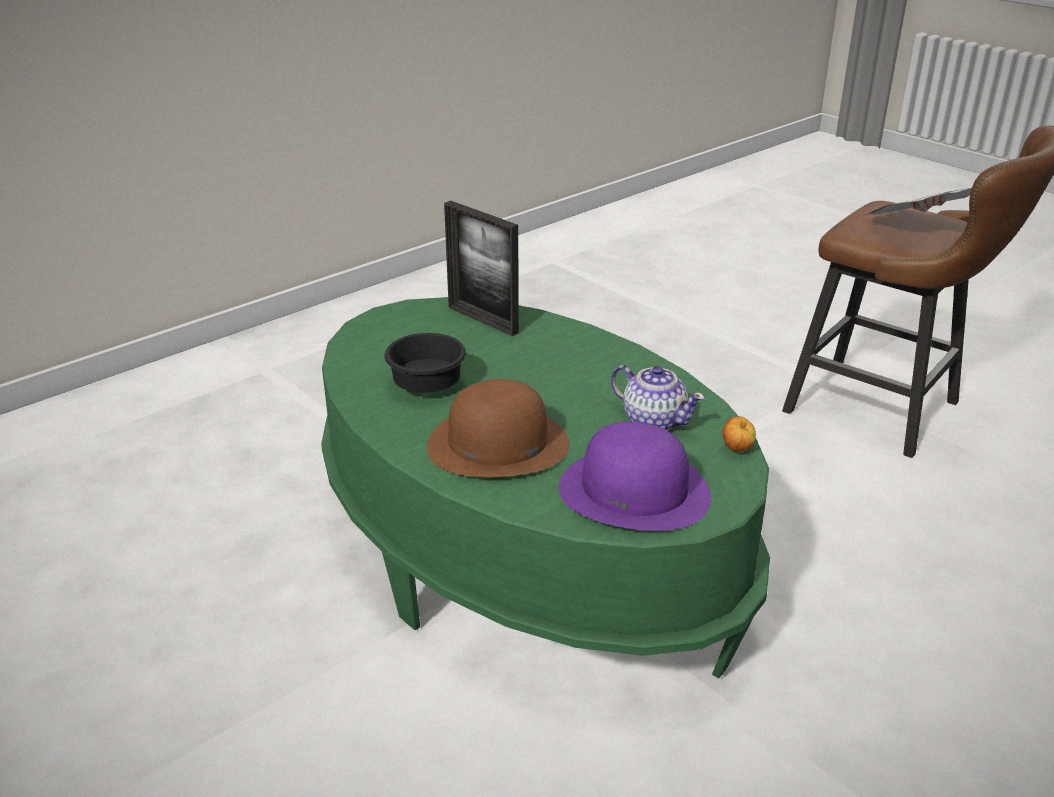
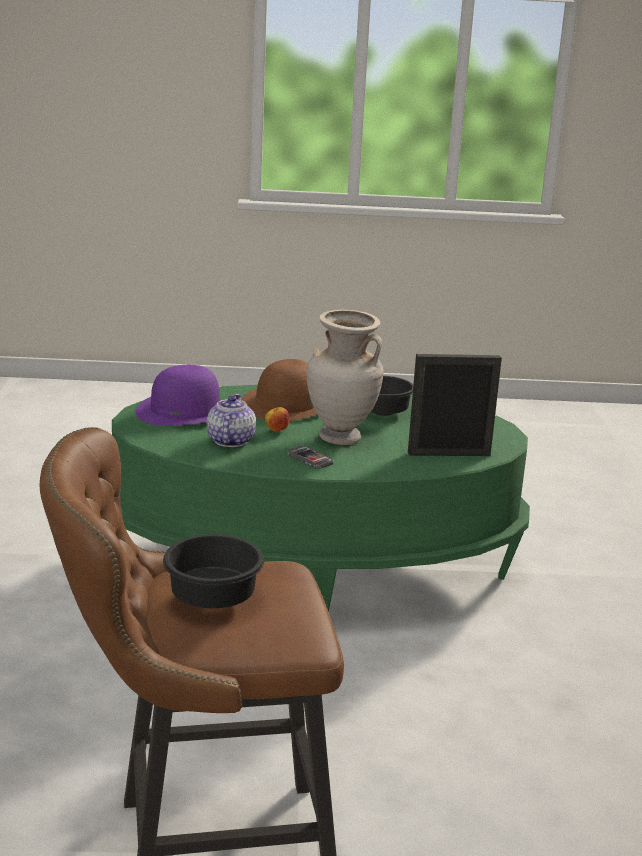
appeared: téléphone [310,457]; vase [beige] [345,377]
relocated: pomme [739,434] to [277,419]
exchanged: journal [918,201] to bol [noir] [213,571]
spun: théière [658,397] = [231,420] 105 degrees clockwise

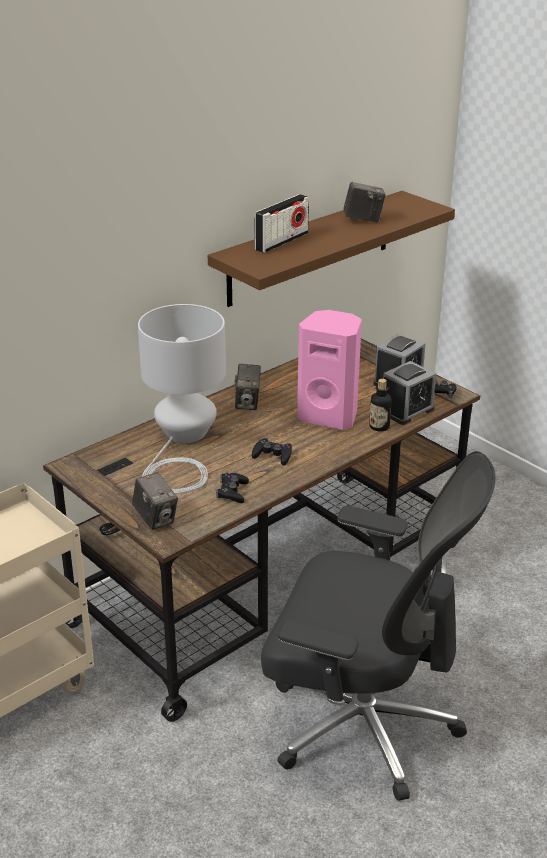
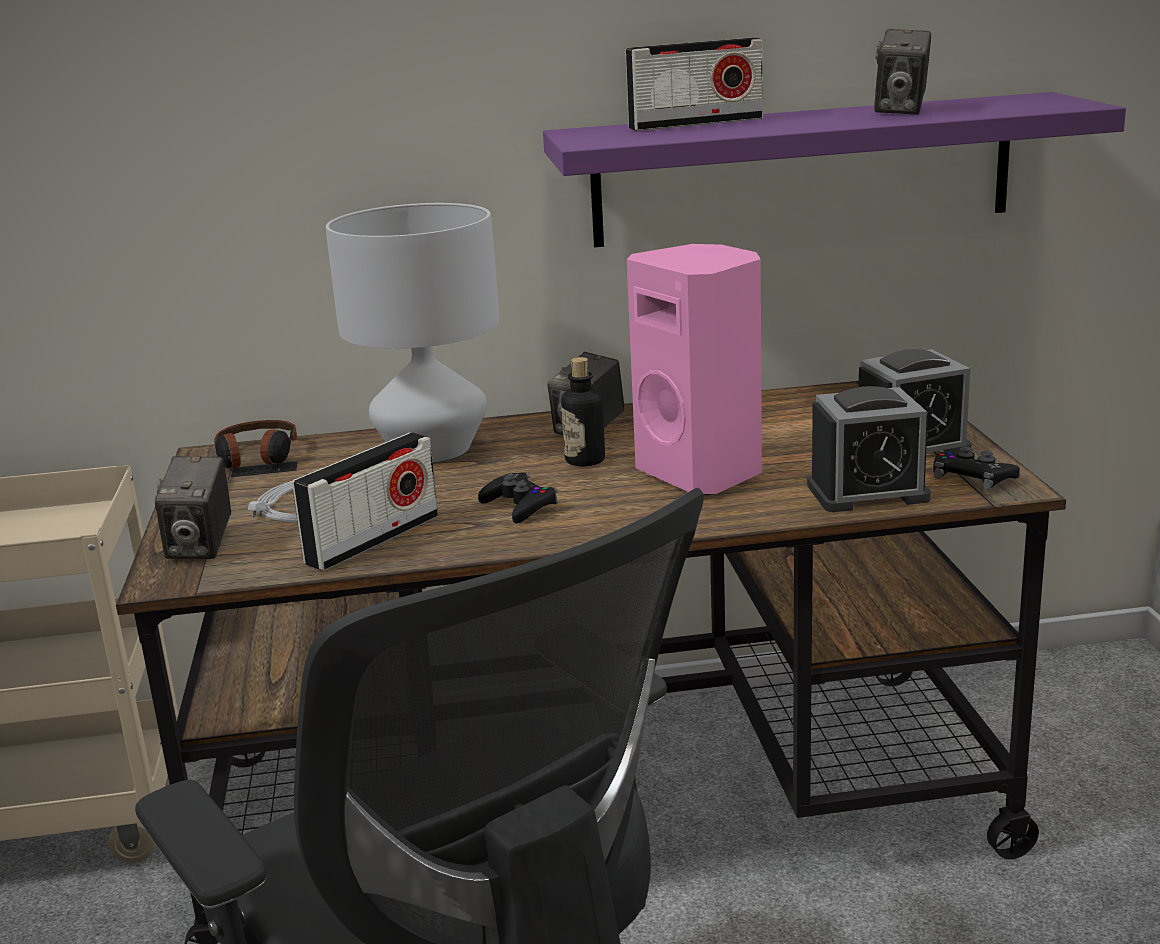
appeared: casque audio [255,444]
relocated: bouteille [380,405] to [583,411]
exchanged: manette [noir] [232,488] to radio [365,502]
colour: étagère [marron] [331,249] to étagère [violet] [834,170]
spun: appareil photo [364,202] = [902,72] 75 degrees clockwise

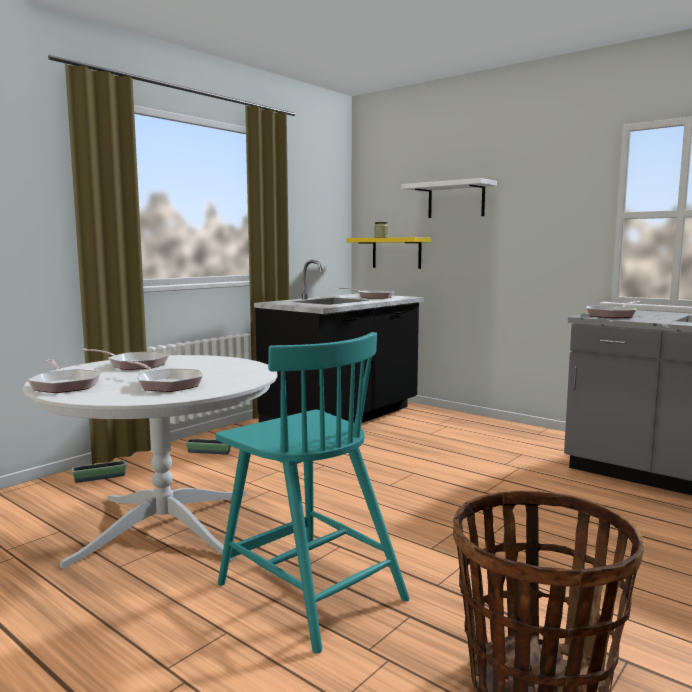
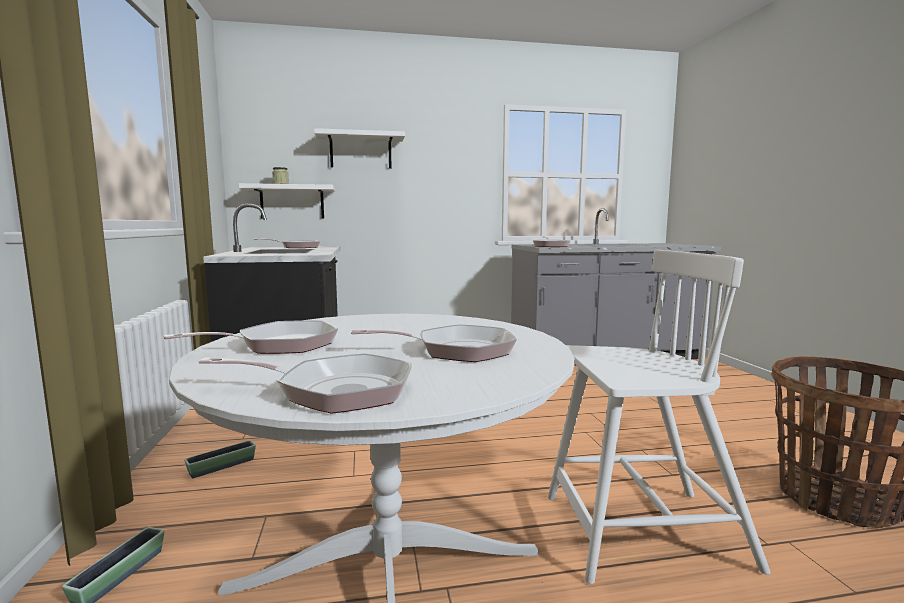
colour: chaise [turquoise] [313,493] to chaise [blanc] [659,417]; étagère [jaune] [388,253] to étagère [blanc] [287,200]

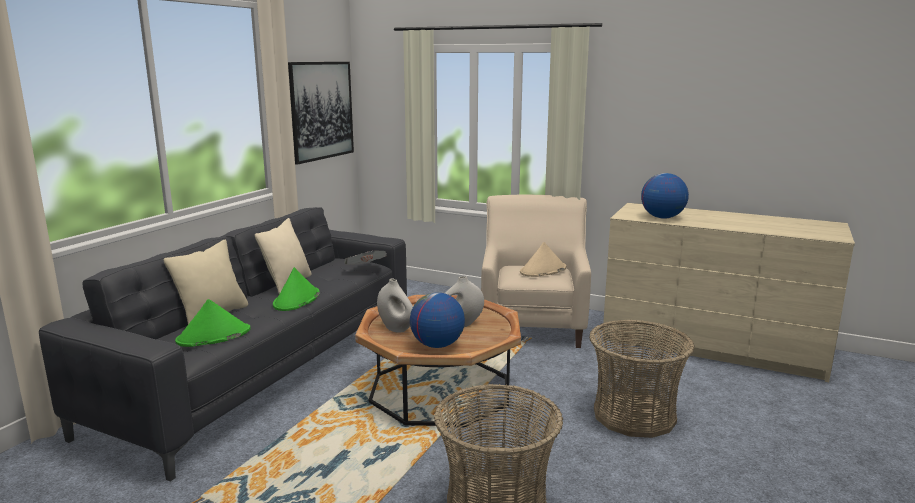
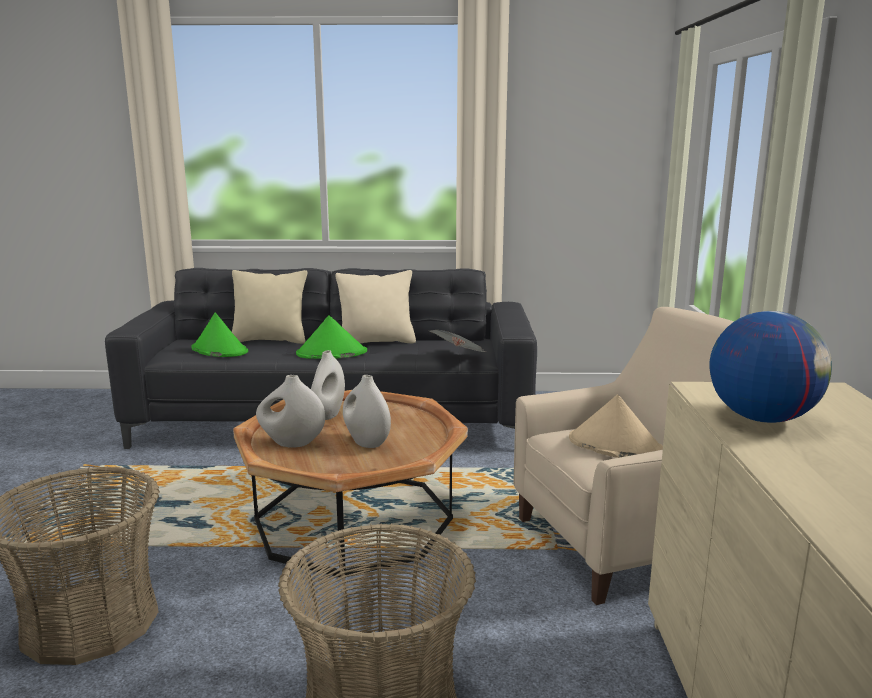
missing: tableau [321,113]
exchanged: globe [437,320] to vase [blanc] [290,411]

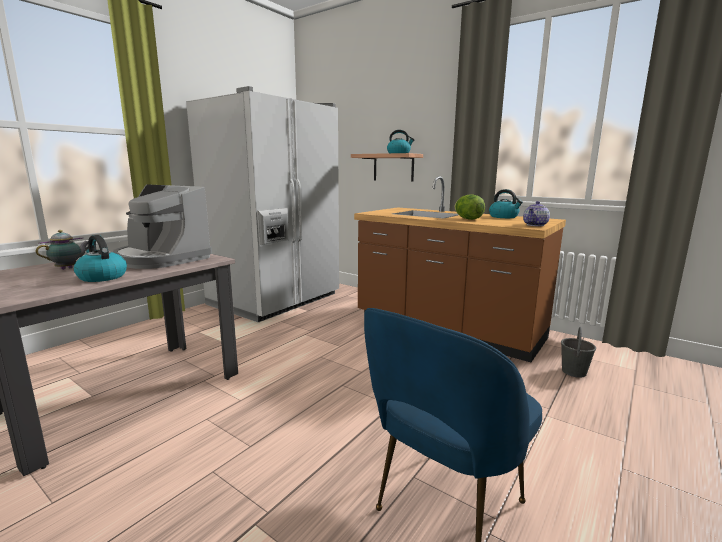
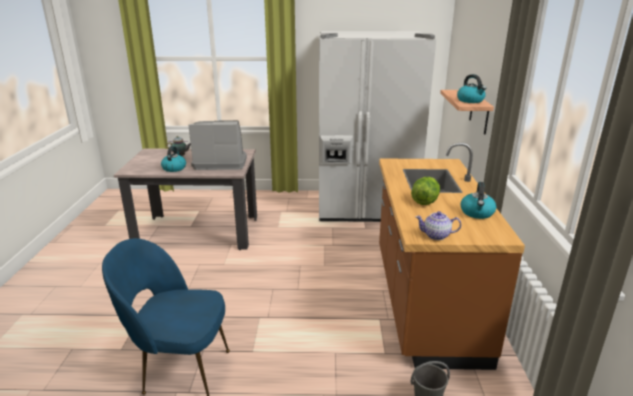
spun: machine à café [162,226] = [217,145] 90 degrees clockwise

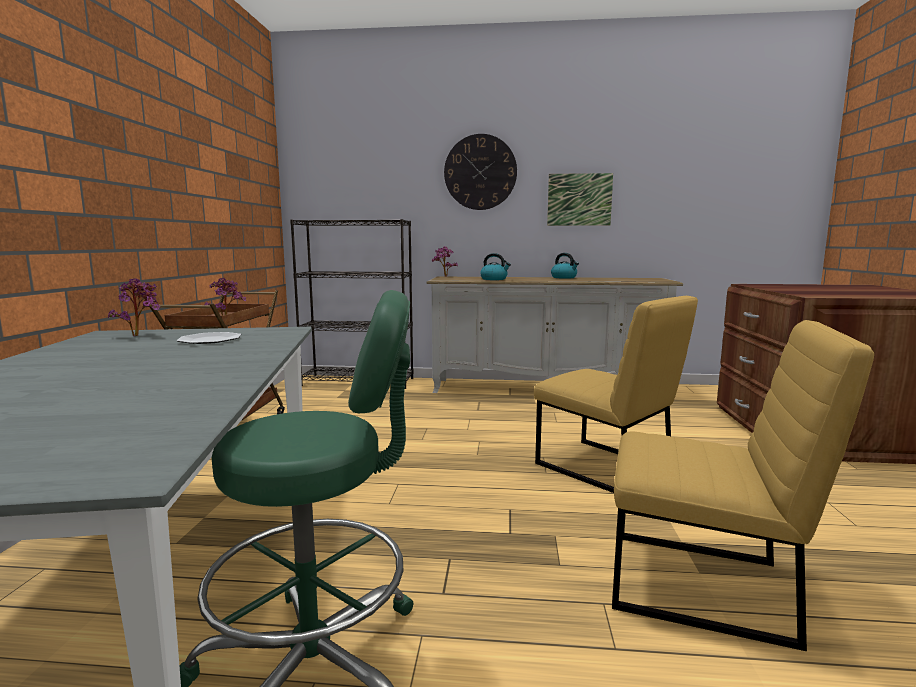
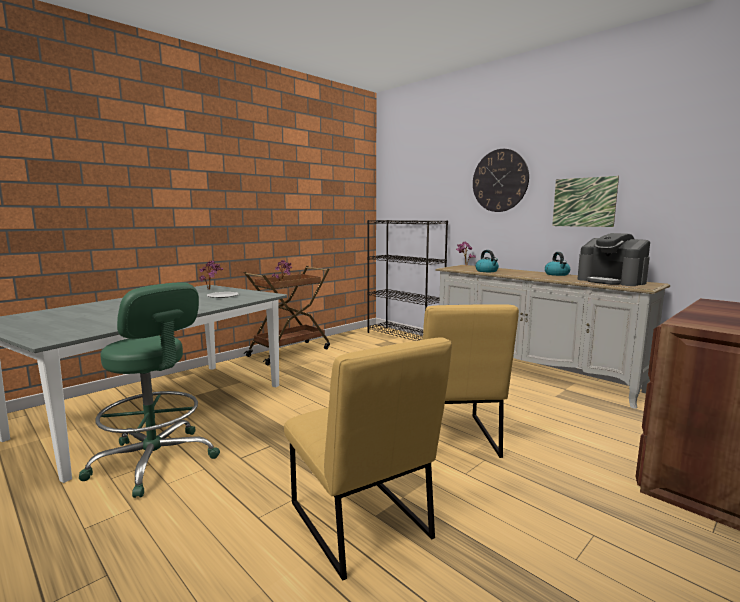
appeared: machine à café [614,259]

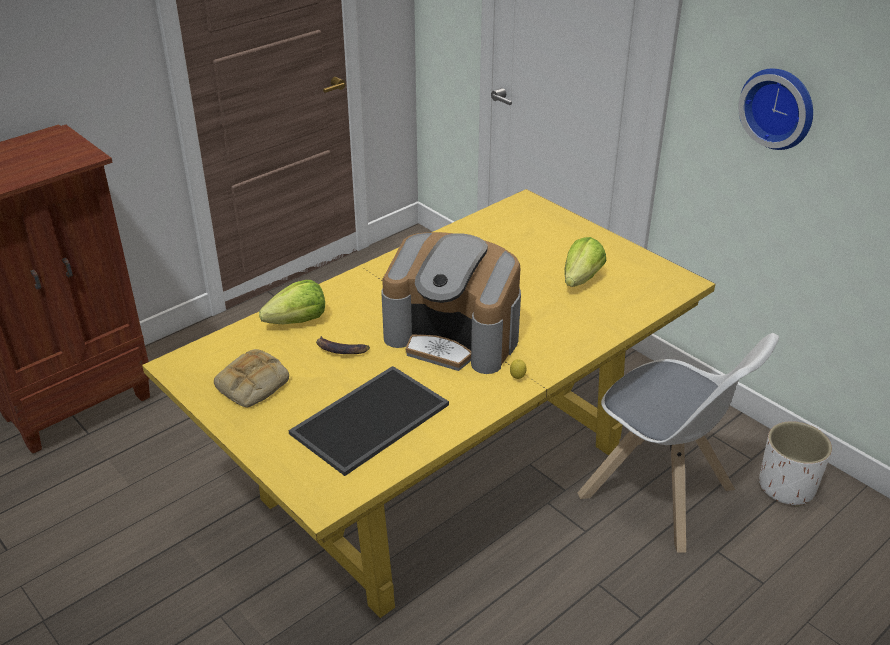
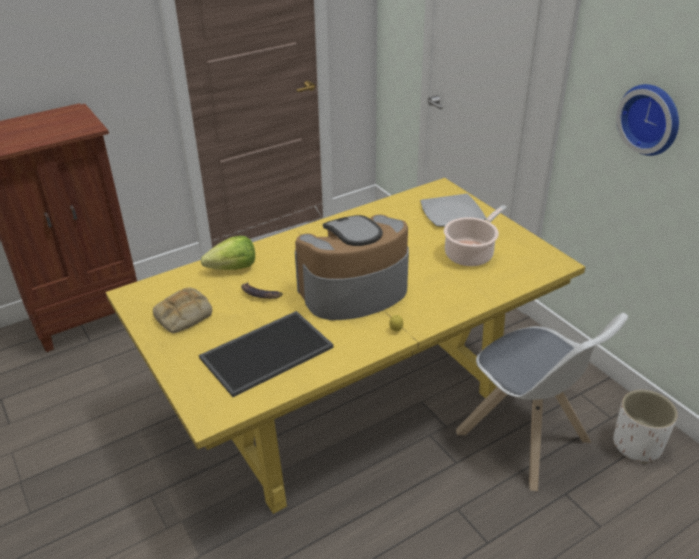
appeared: assiette [453,210]
exchanged: laitue [585,262] to marmite [475,235]
spun: machine à café [451,303] = [352,267] 120 degrees clockwise

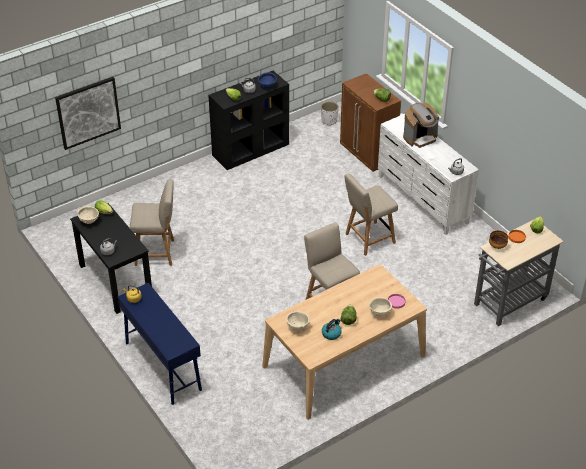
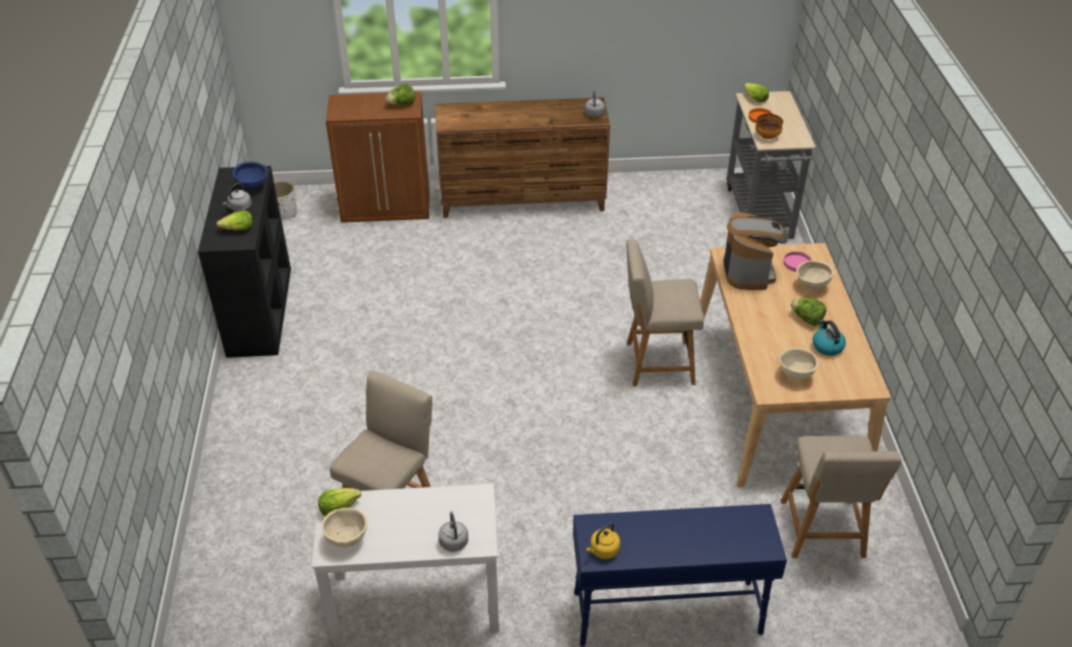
missing: tableau [88,113]
relocated: chaise [beige] [371,214] to [841,497]; machine à café [421,125] to [755,251]
colour: bureau [noir] [111,258] to bureau [blanc] [405,563]; commode [blanc] [428,174] to commode [marron] [523,157]

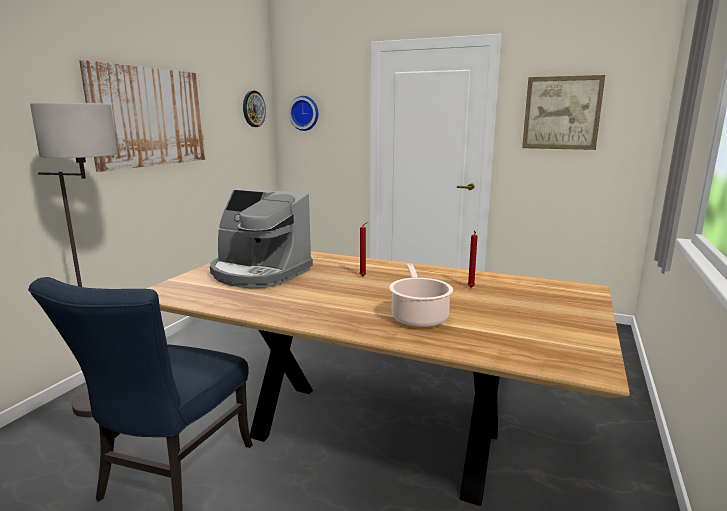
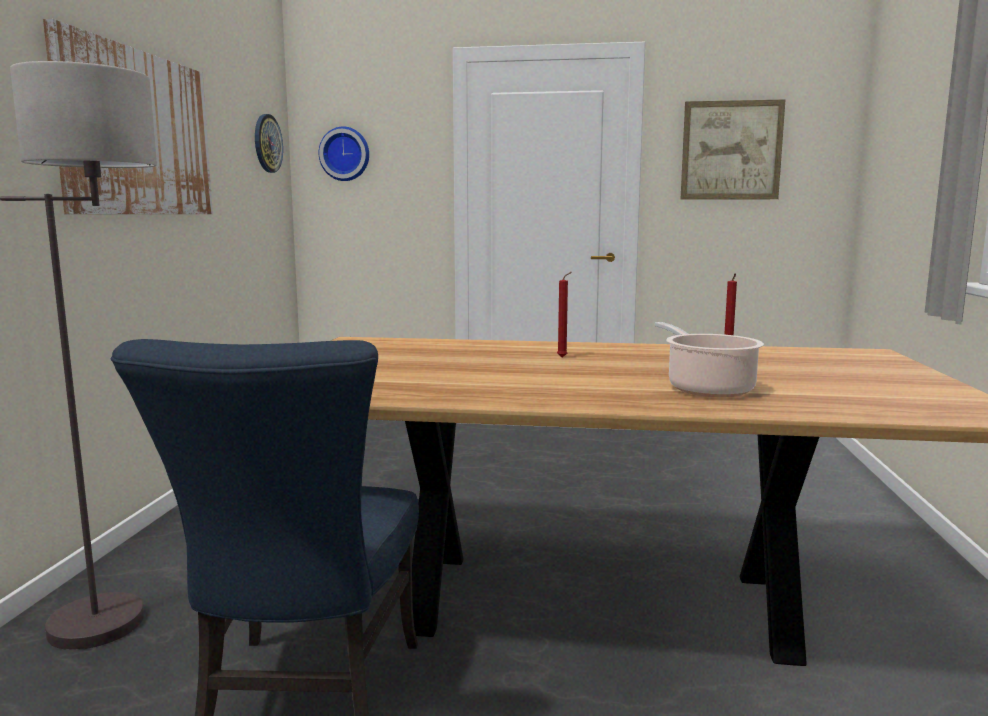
missing: machine à café [261,238]

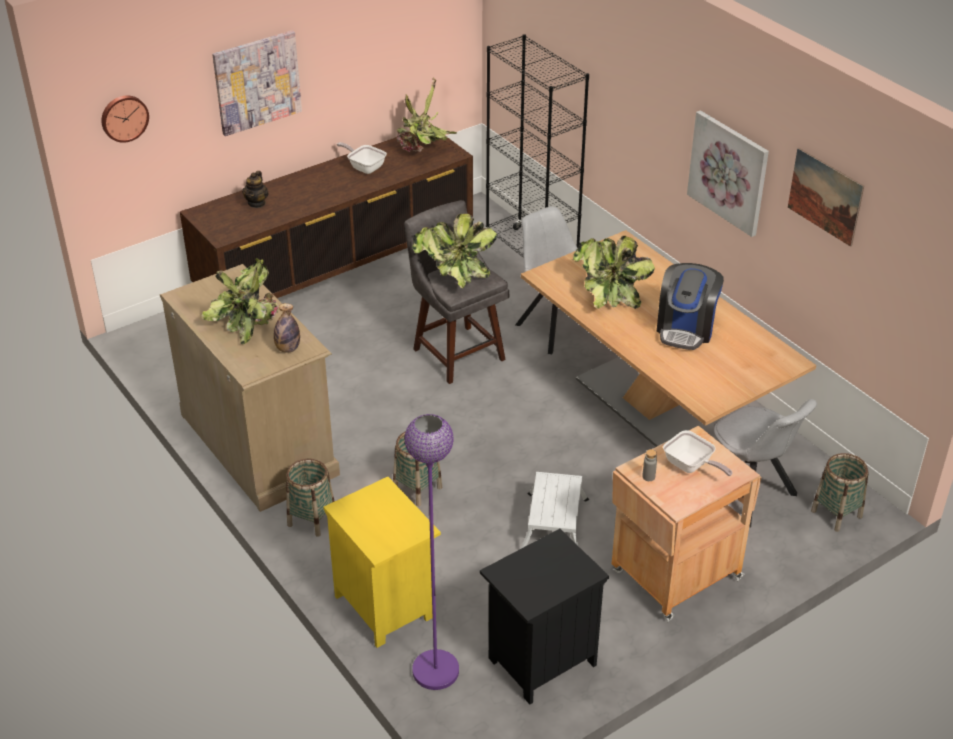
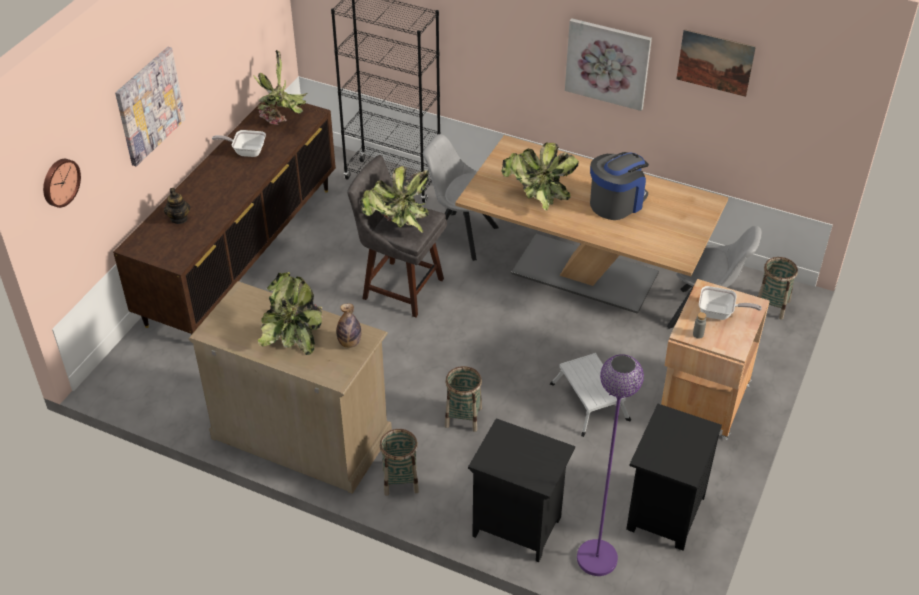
colour: table de chevet [jaune] [382,562] to table de chevet [noir] [521,490]
spun: machine à café [690,306] = [619,186] 120 degrees counterclockwise

